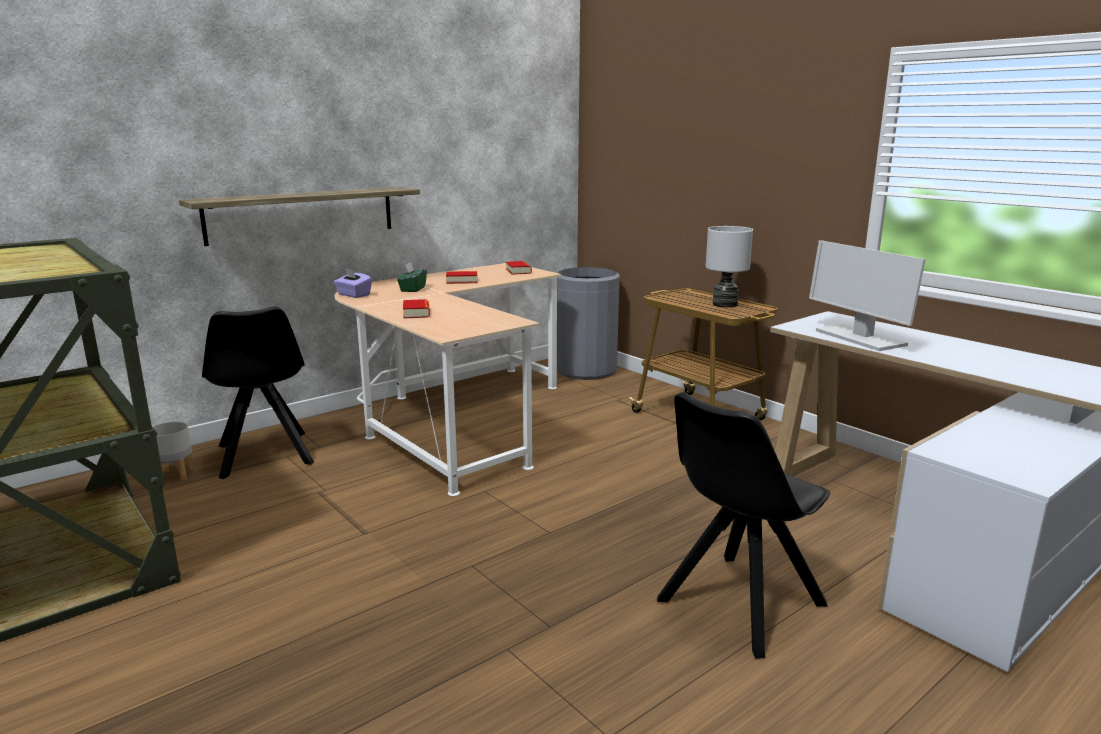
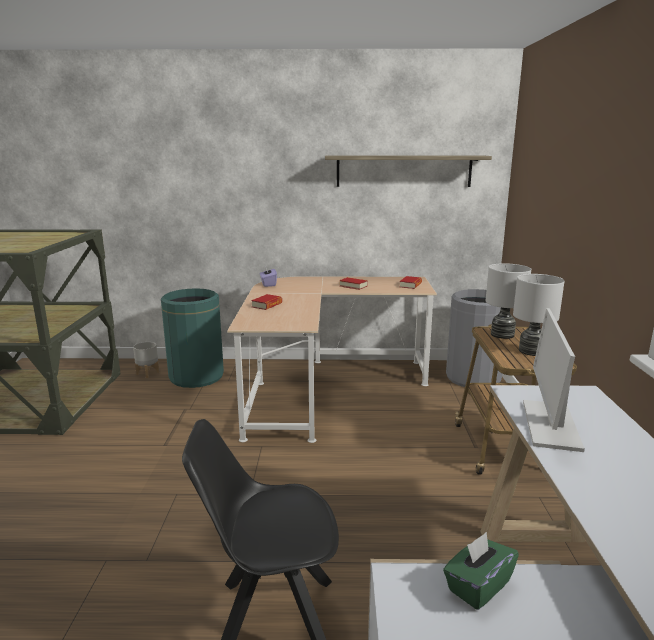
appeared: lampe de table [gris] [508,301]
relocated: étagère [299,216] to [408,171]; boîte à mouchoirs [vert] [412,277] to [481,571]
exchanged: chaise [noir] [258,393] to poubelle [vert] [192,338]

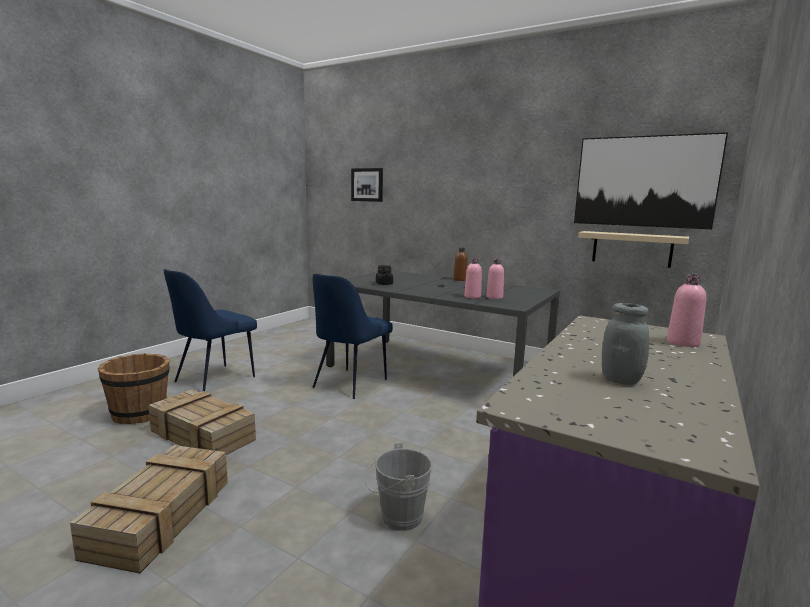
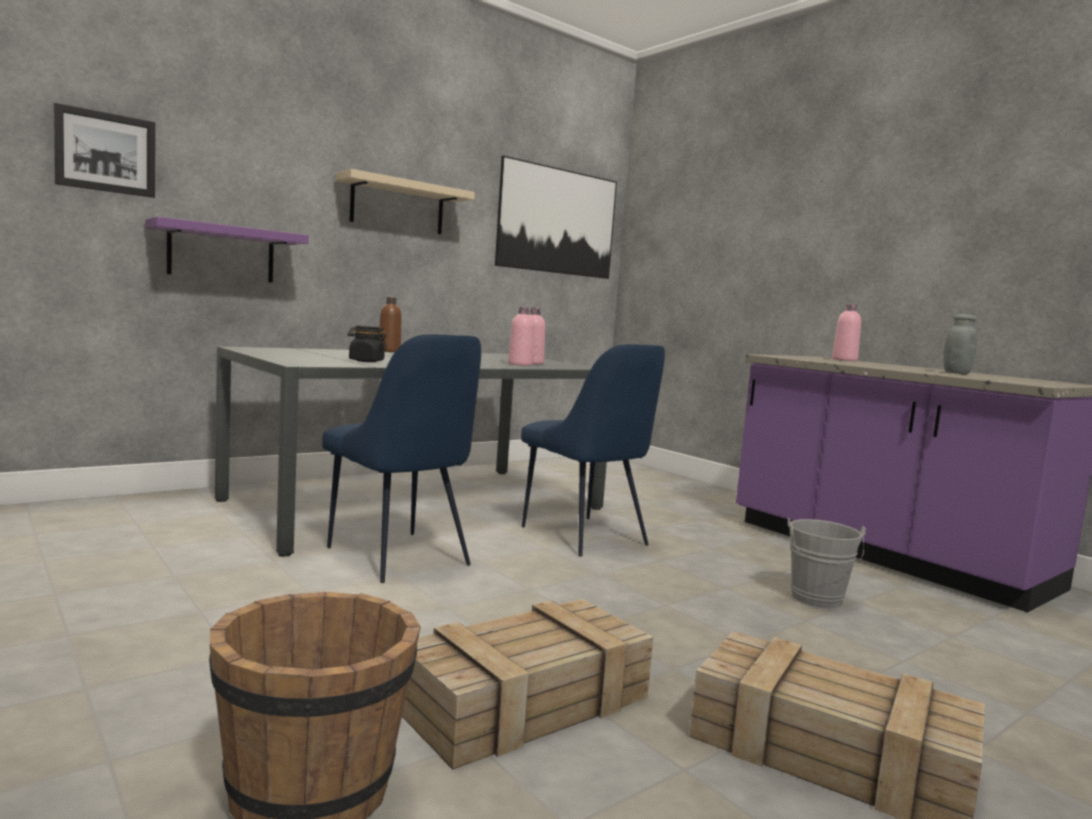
appeared: étagère [violet] [227,249]
relocated: chaise [bleu] [210,330] to [593,450]; étagère [beige] [633,249] to [405,201]

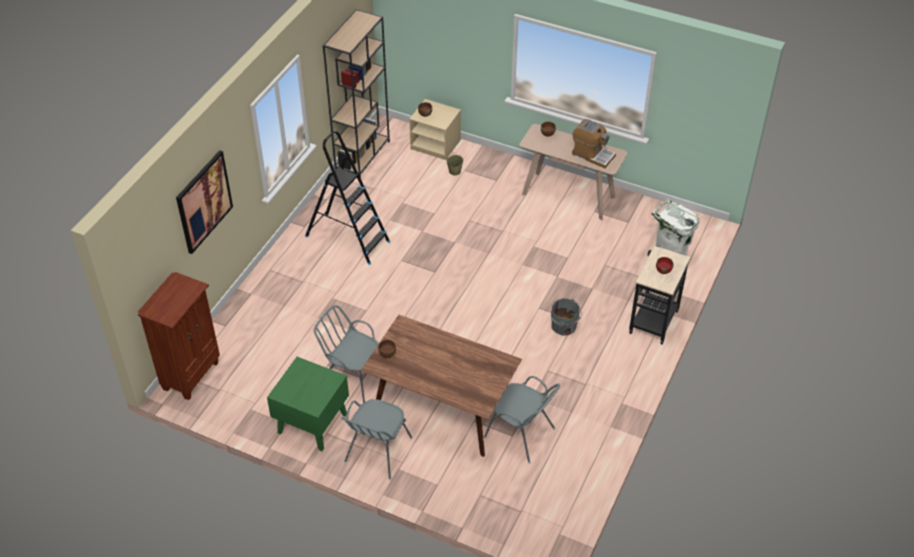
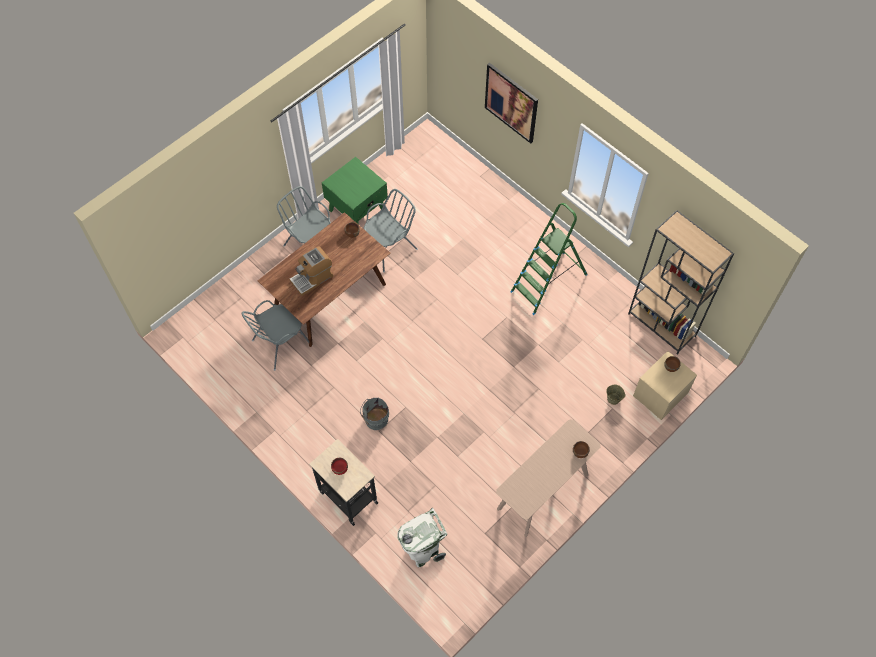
missing: meuble de rangement [marron] [179,336]
relocated: machine à café [594,143] to [311,271]
colour: escabeau [noir] [347,198] to escabeau [vert] [549,259]

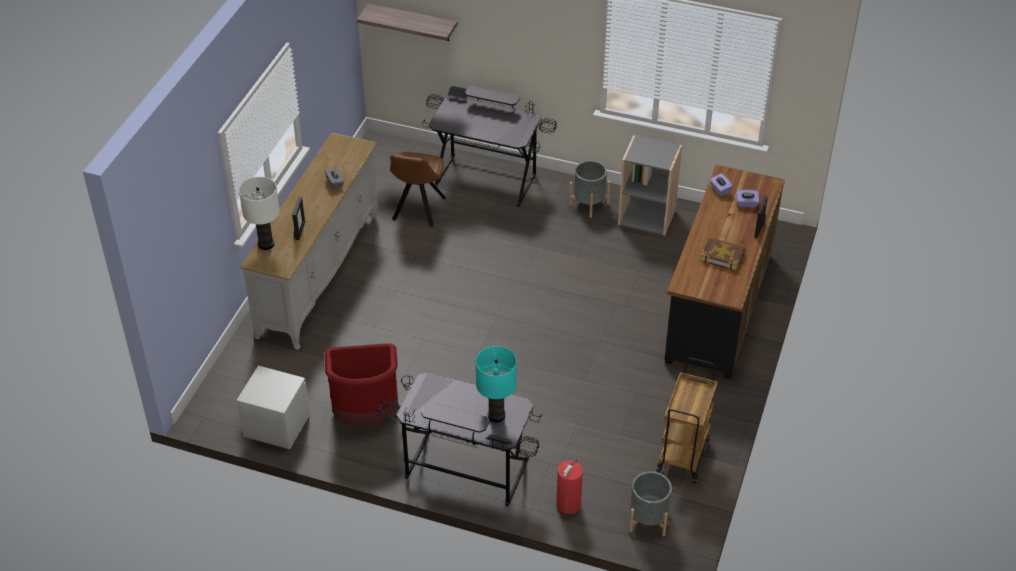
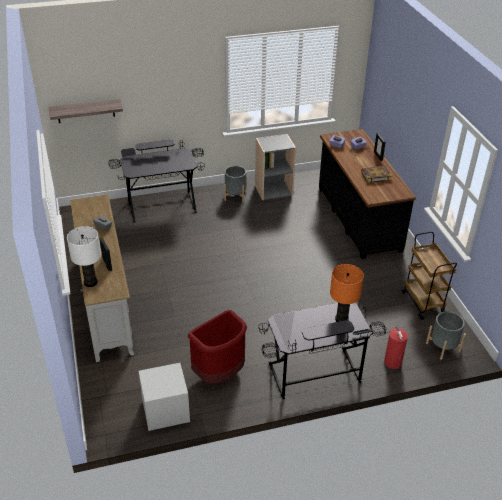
missing: chaise [marron] [418,189]
colour: lampe de table [turquoise] [496,384] to lampe de table [orange] [347,293]

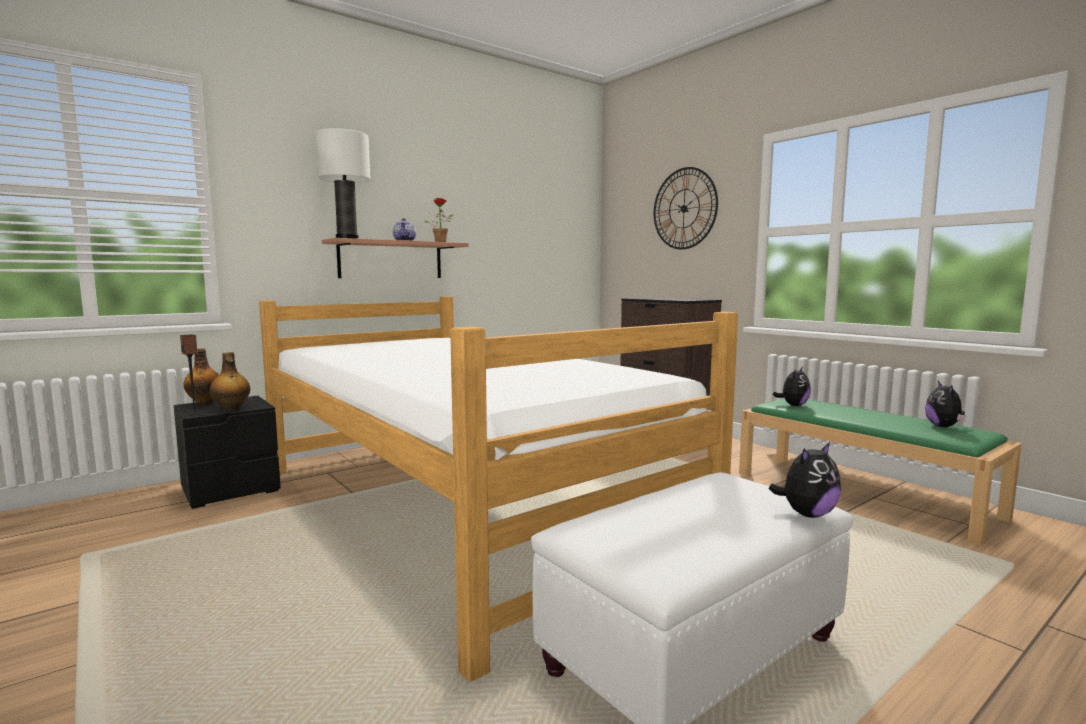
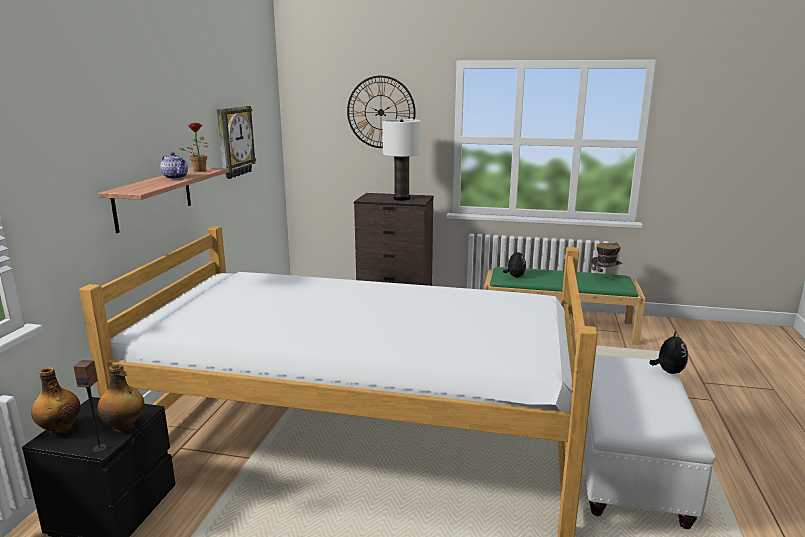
appeared: horloge murale [236,142]
relocated: lampe de table [blanc] [343,183] to [401,160]
exchanged: peluche [945,404] to chapeau [607,262]

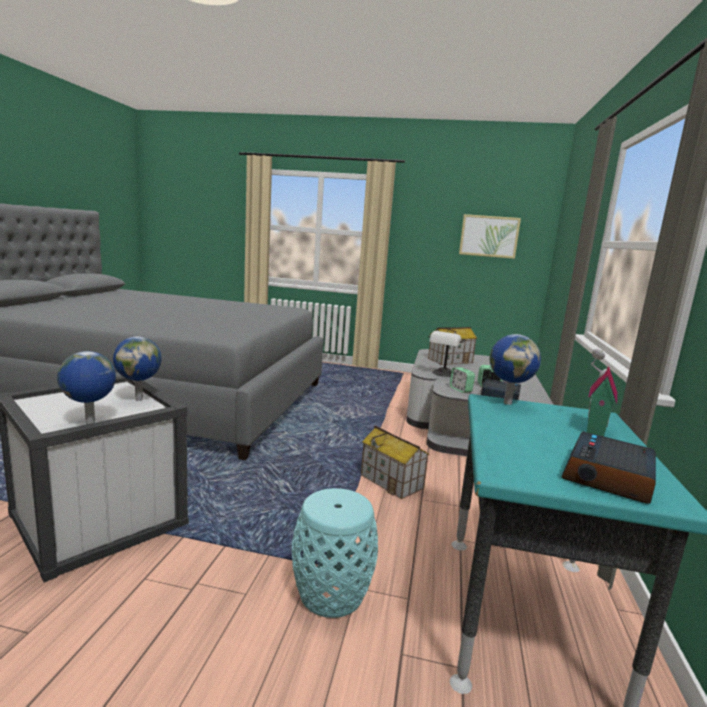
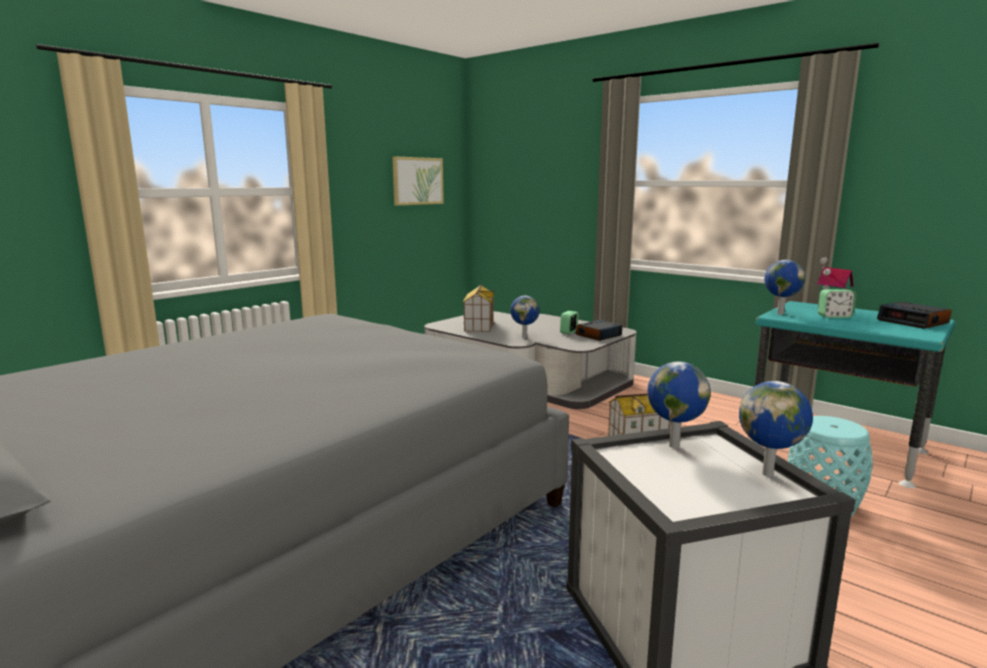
relocated: réveil [462,380] to [837,303]
exchanged: lampe de table [446,354] to globe [525,317]

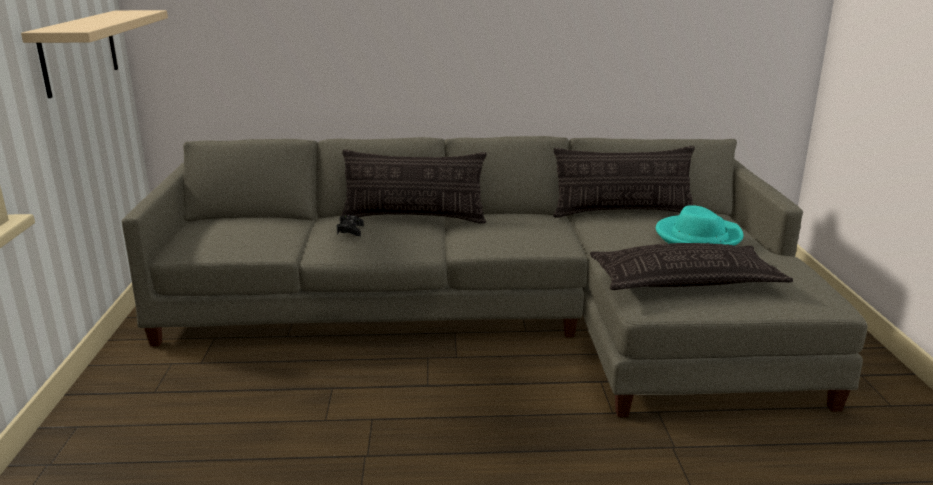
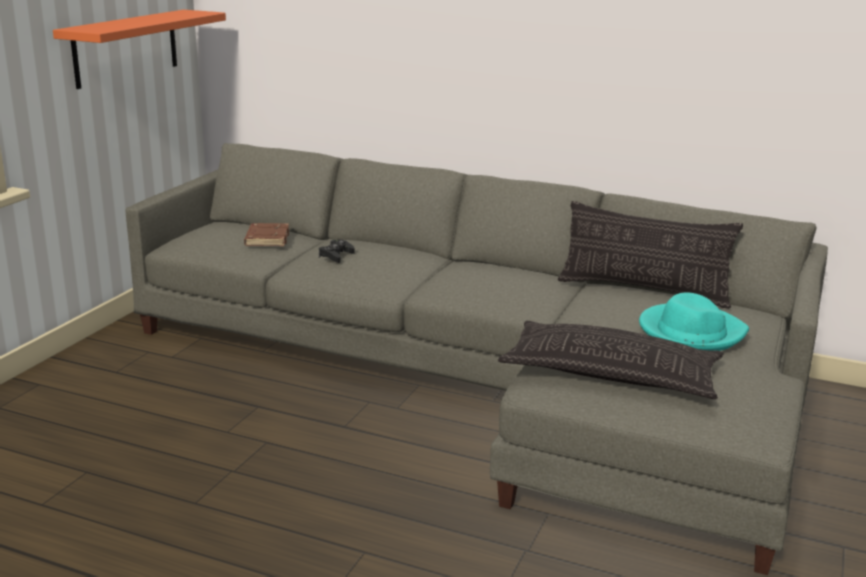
missing: coussin [414,186]
appeared: livre [marron] [266,234]
colour: étagère [beige] [94,54] to étagère [orange] [139,49]

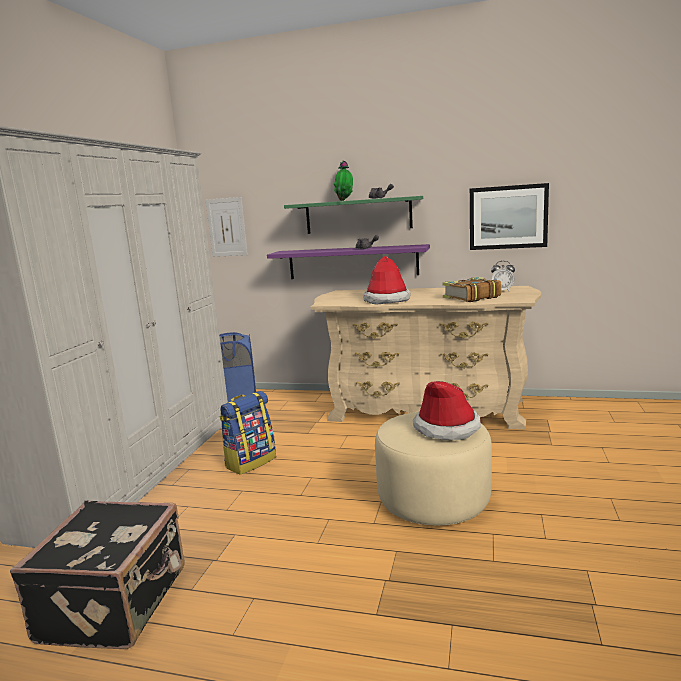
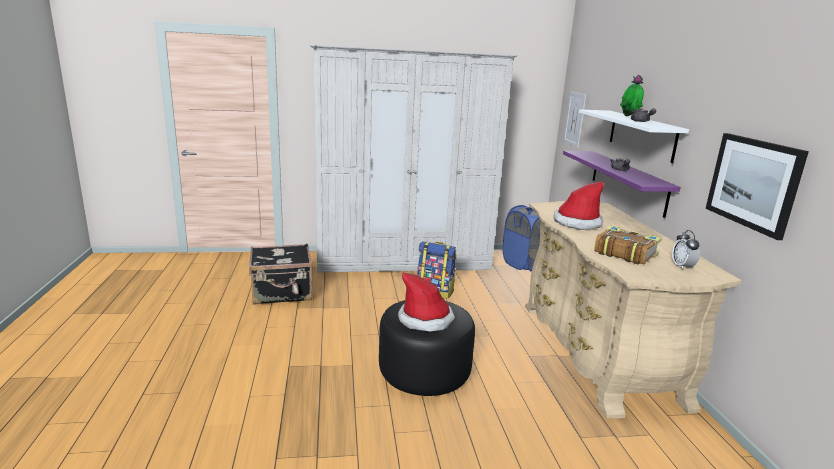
colour: étagère [vert] [353,215] to étagère [blanc] [634,136]; pouf [beige] [433,468] to pouf [noir] [427,348]

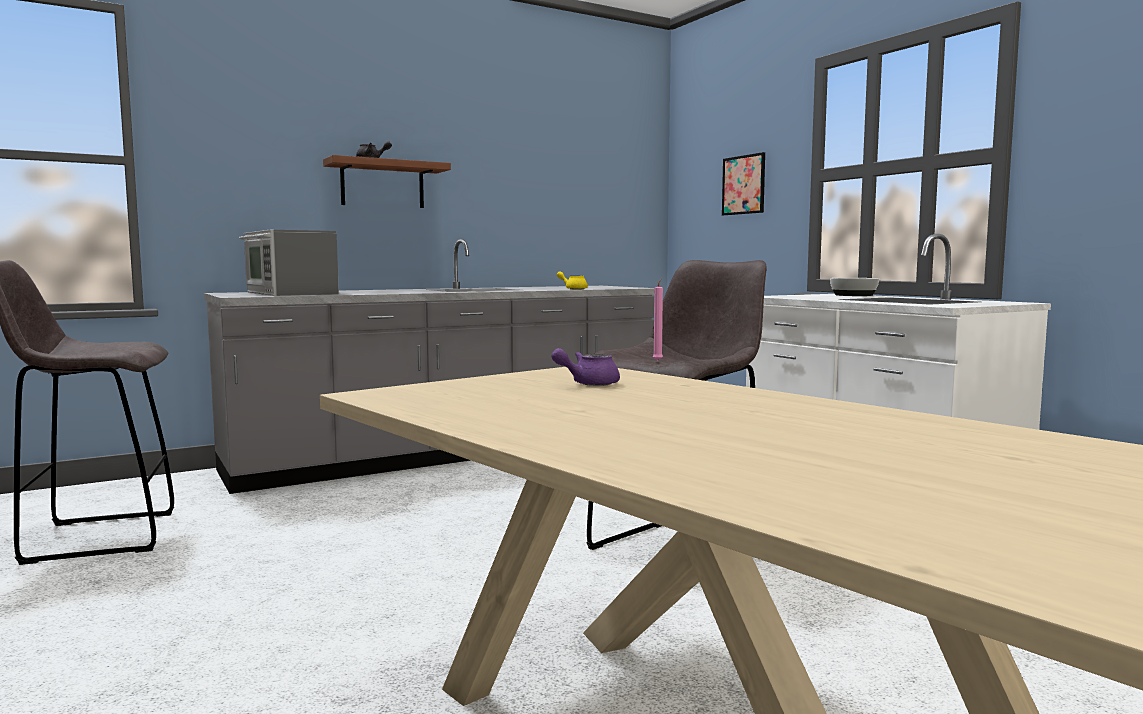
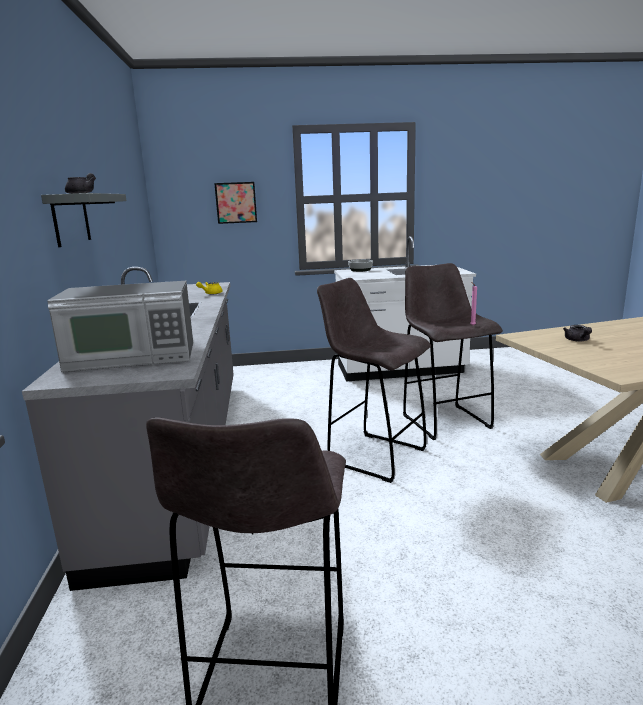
appeared: tabouret [gris] [374,380]
colour: étagère [marron] [387,181] to étagère [gris] [83,220]; théière [violet] [585,367] to théière [gris] [577,333]

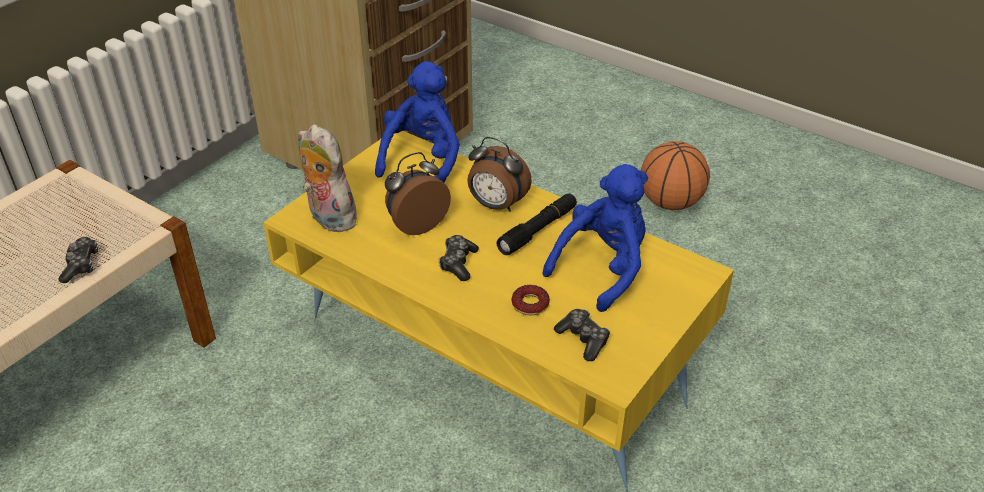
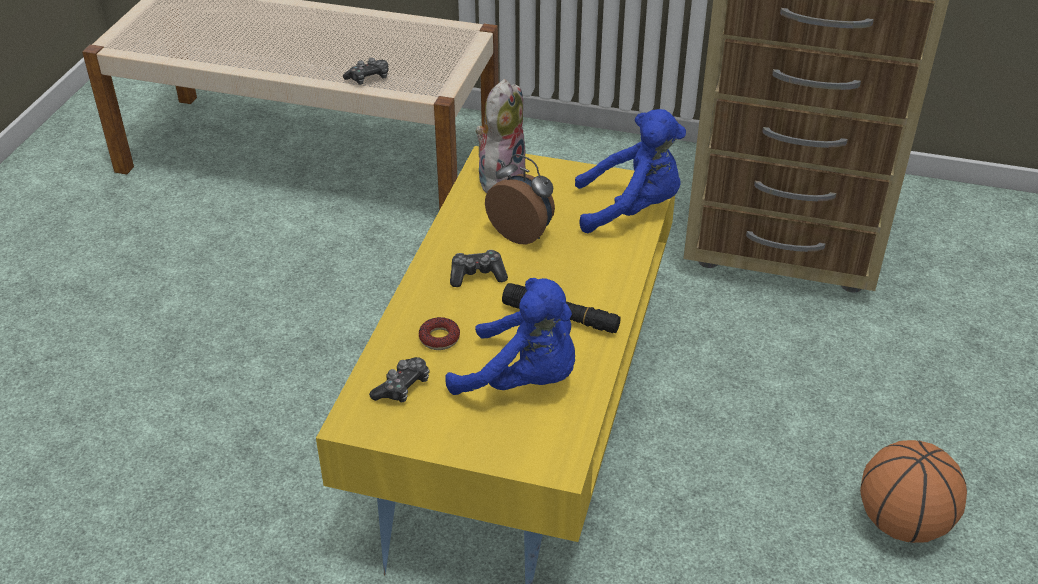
missing: réveil [499,174]

